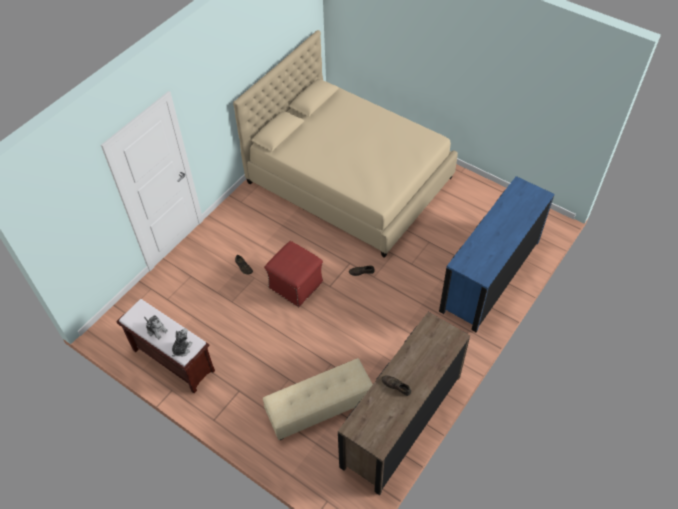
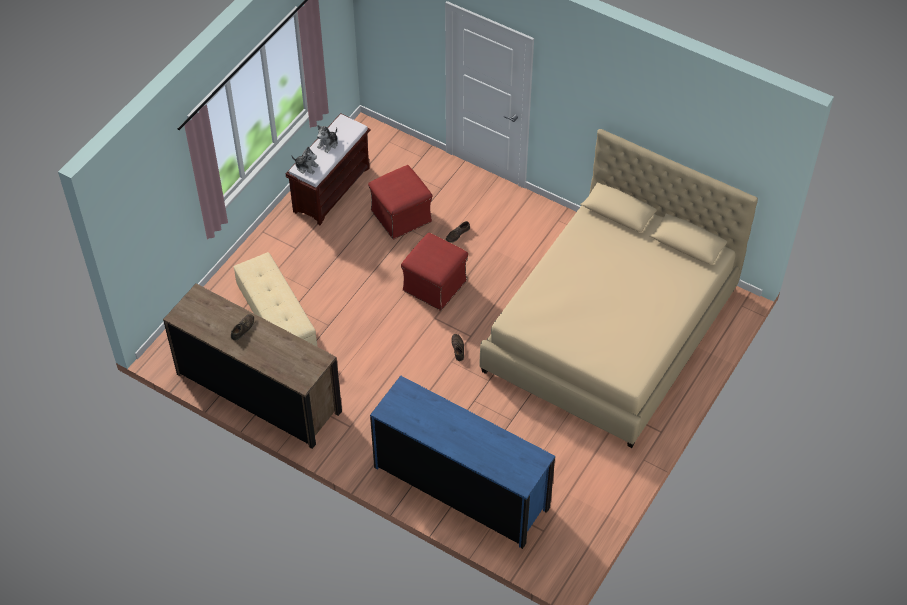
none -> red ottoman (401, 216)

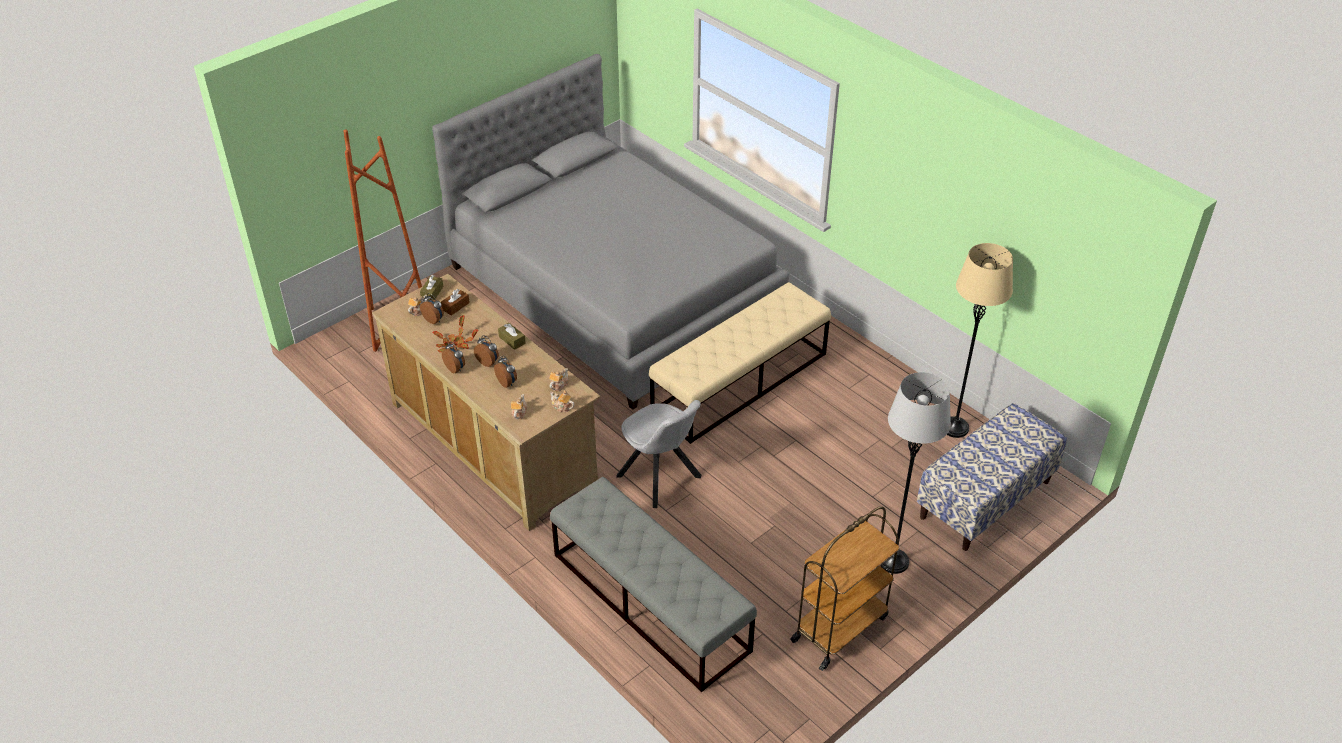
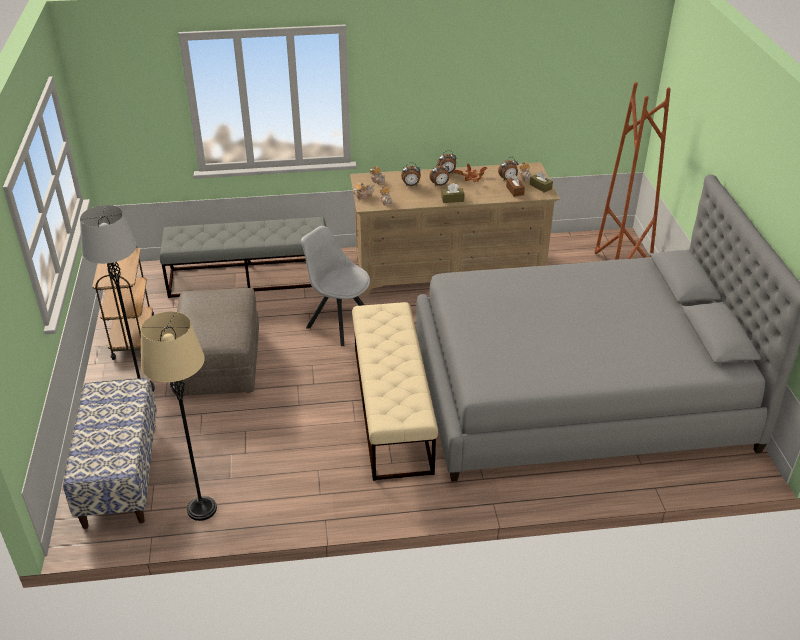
grey chair (660, 477) -> grey chair (339, 323), 45 degrees clockwise
none -> grey ottoman (219, 361)

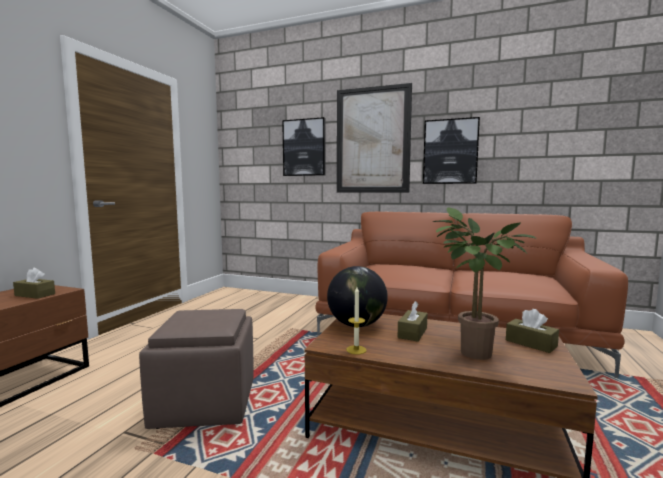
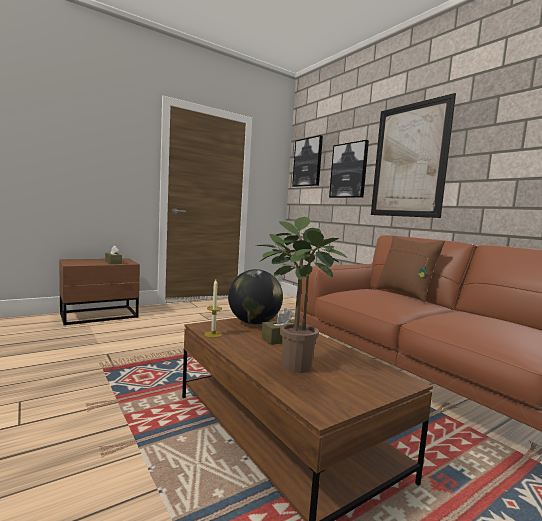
picture (450, 152) -> picture (308, 162), relocated
brown ottoman (205, 403) -> none
brown tissue box (531, 343) -> none
none -> brown pillow (404, 294)

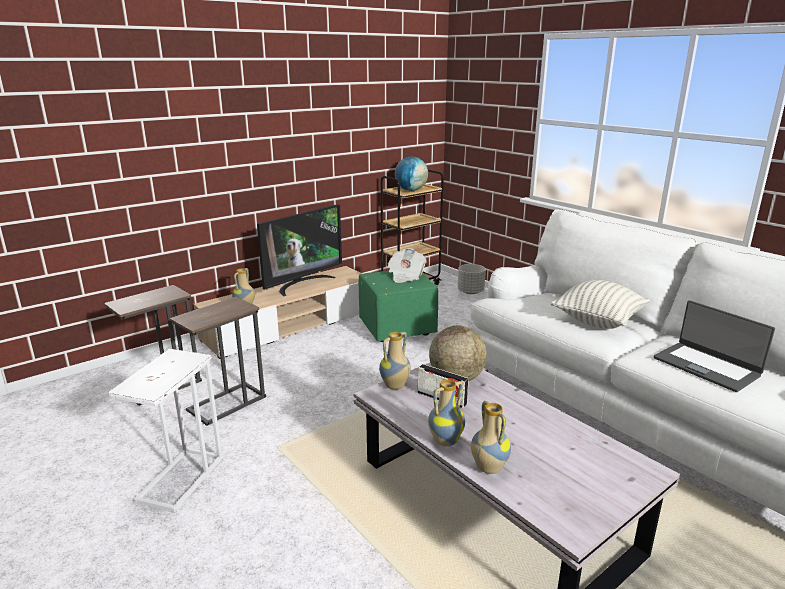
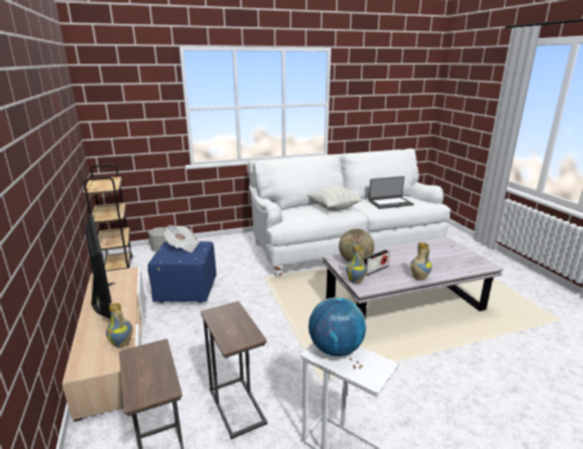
globe (411, 190) -> globe (335, 349), relocated
green ottoman (397, 328) -> blue ottoman (185, 291)
vase (488, 468) -> none

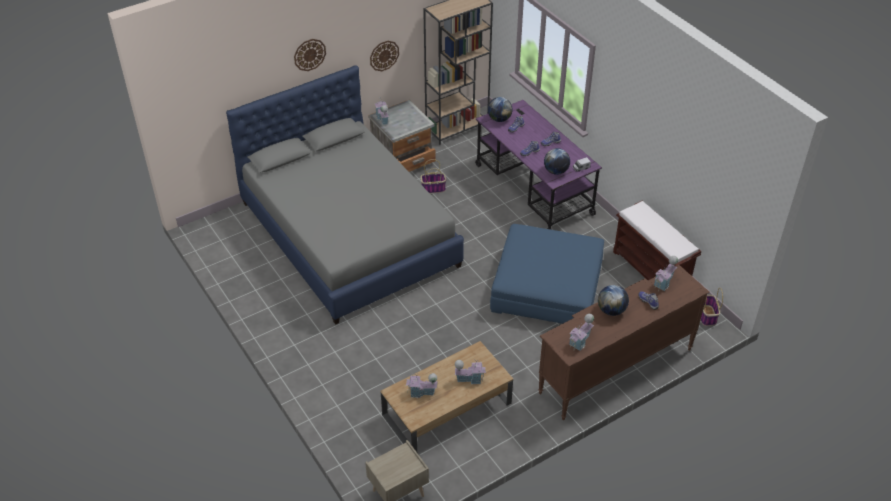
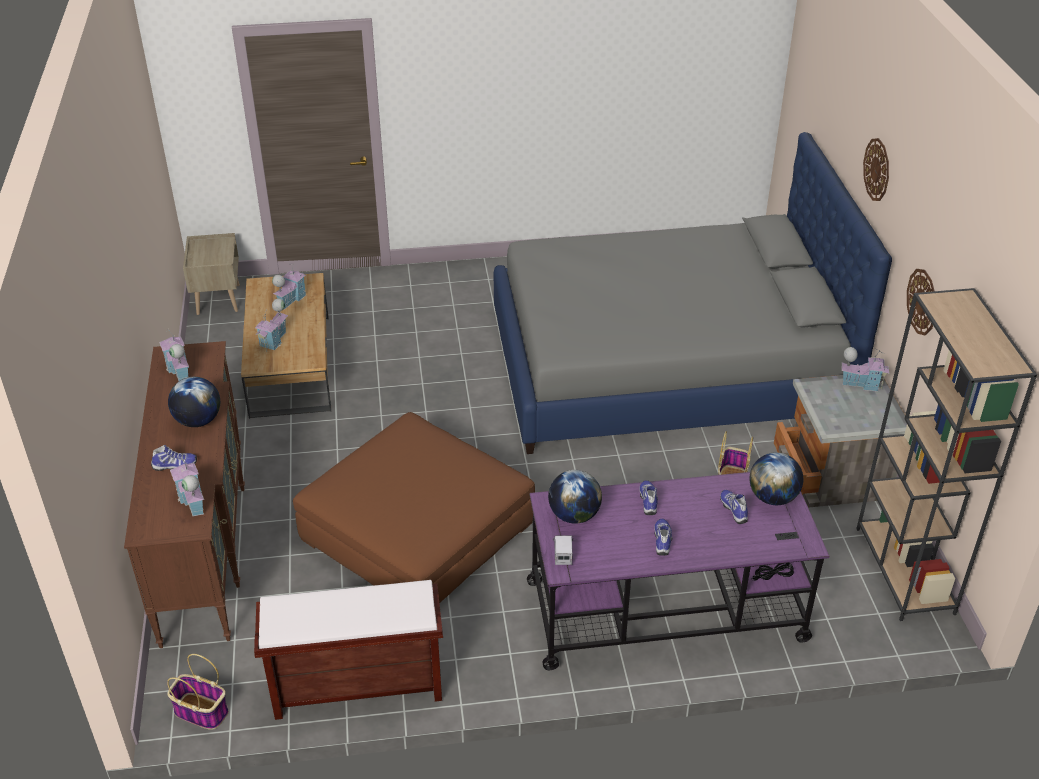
blue ottoman (546, 287) -> brown ottoman (417, 532)

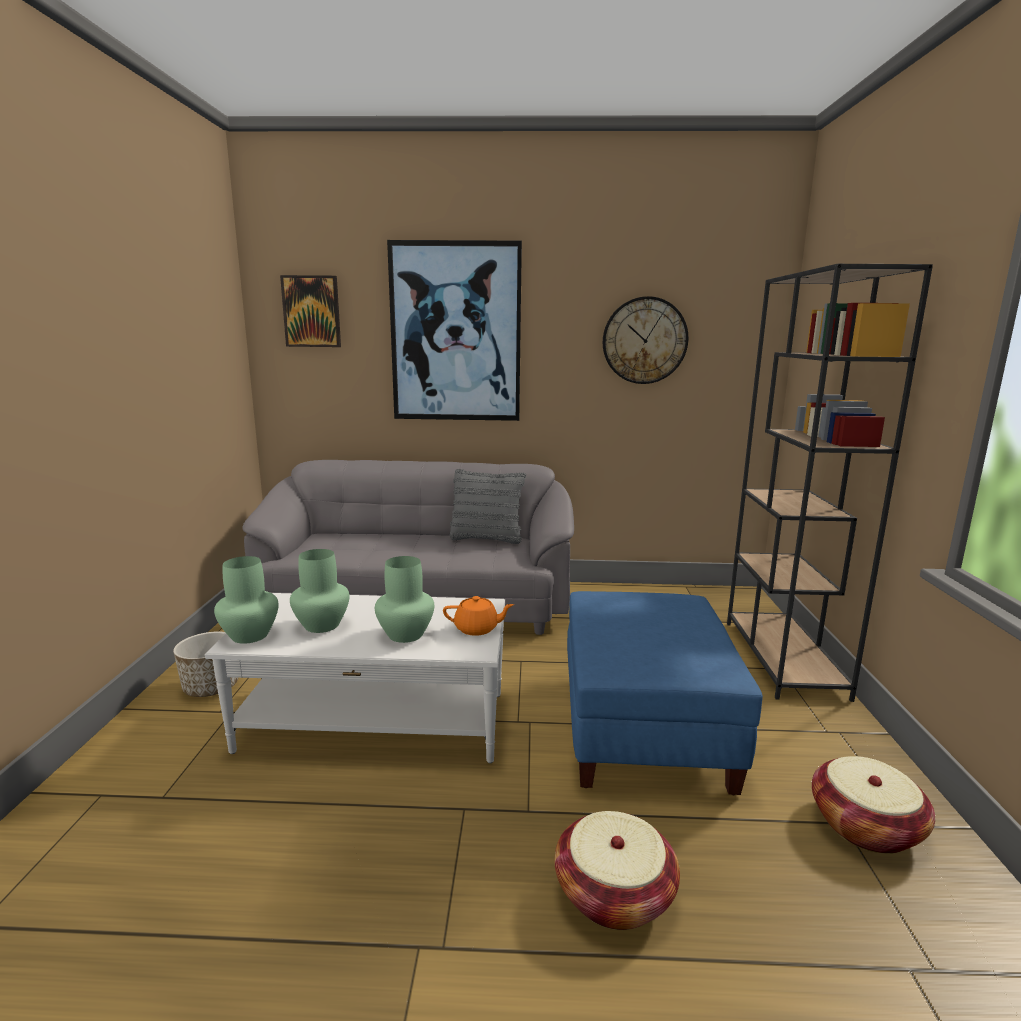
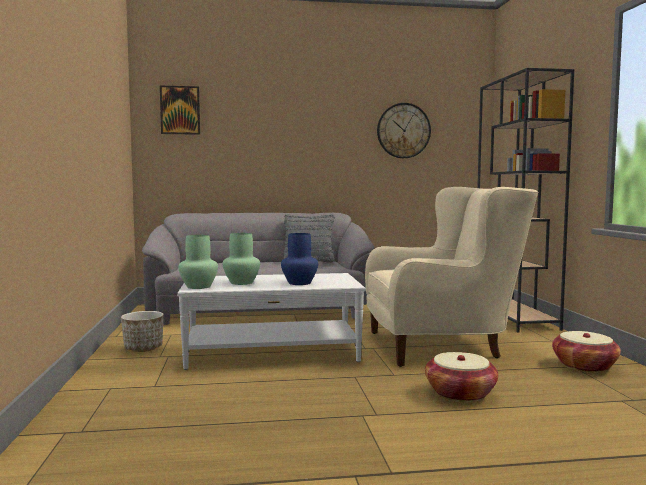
picture (456, 333) -> none
green vase (405, 634) -> blue vase (299, 283)
blue ottoman (644, 729) -> beige armchair (445, 346)
orange teapot (477, 629) -> none

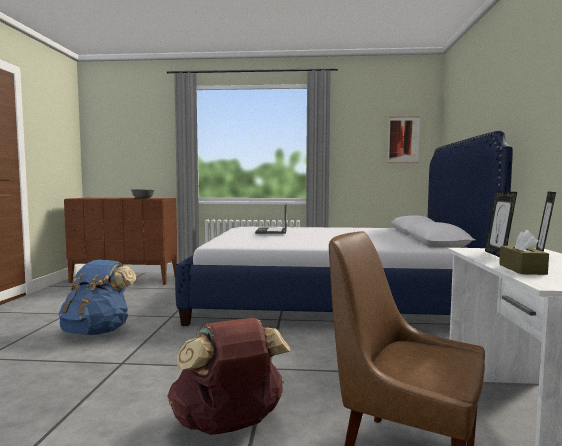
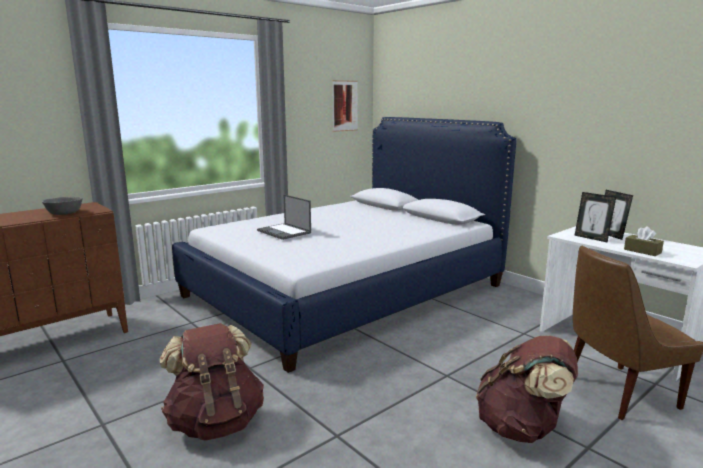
blue backpack (97, 331) -> brown backpack (216, 422)

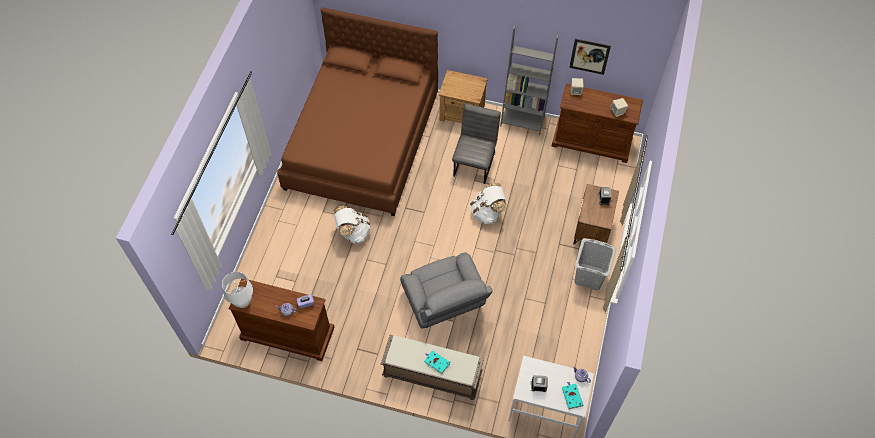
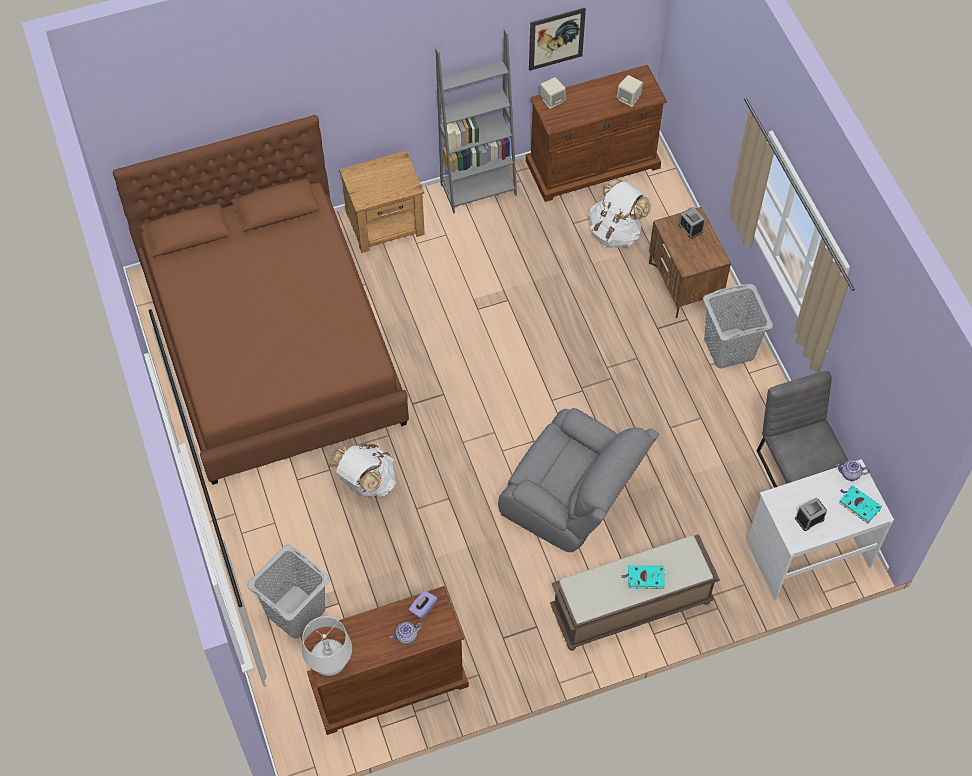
grey chair (475, 163) -> grey chair (796, 468), relocated
white backpack (487, 212) -> white backpack (615, 232), relocated
none -> grey laundry basket (295, 611)

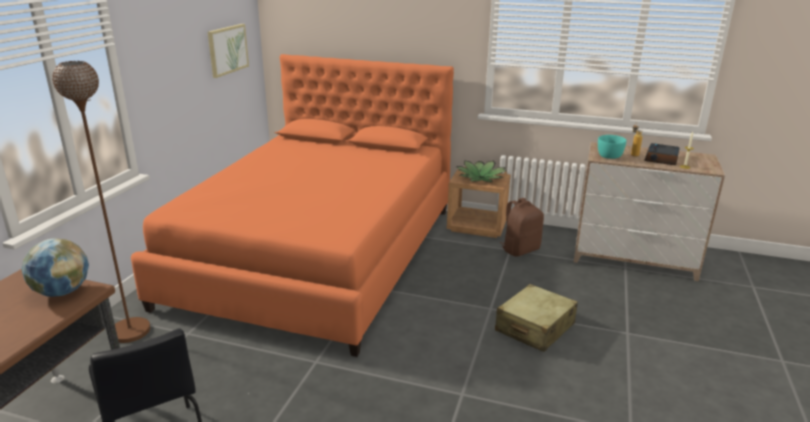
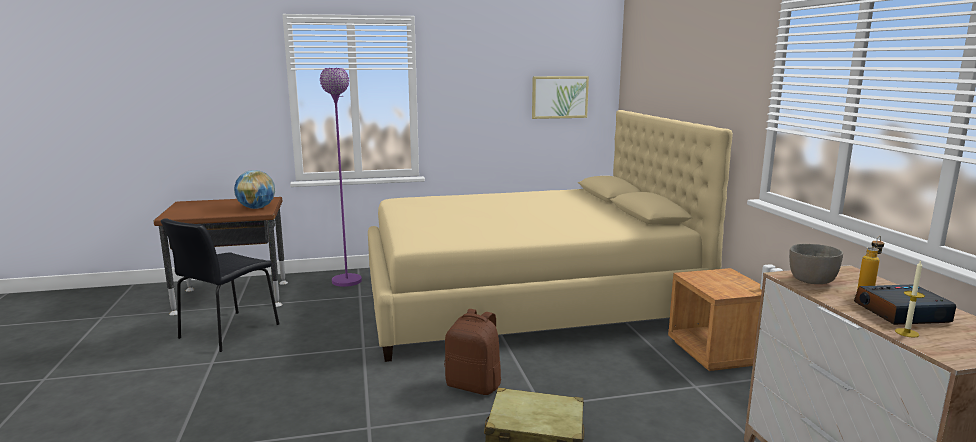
orange bed (319, 254) -> beige bed (525, 300)
brown floor lamp (130, 331) -> purple floor lamp (347, 281)
turquoise bowl (609, 157) -> grey bowl (811, 281)
potted plant (480, 177) -> none
brown backpack (520, 249) -> brown backpack (474, 385), relocated

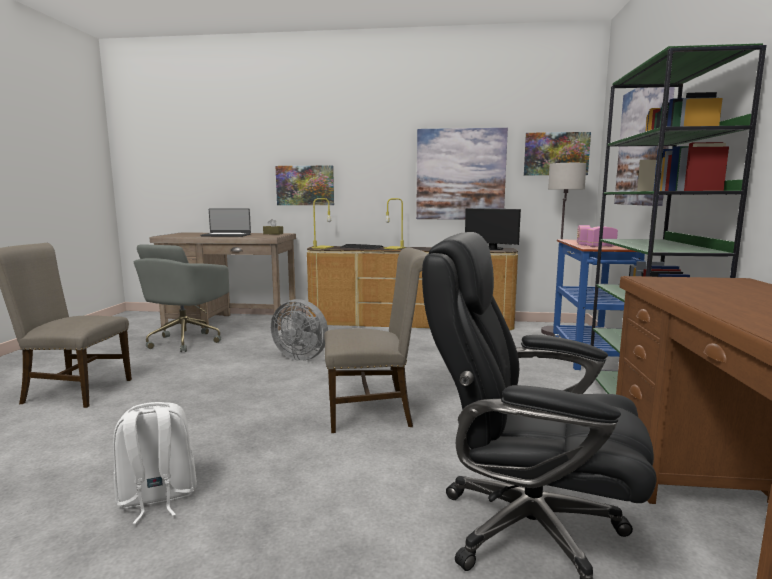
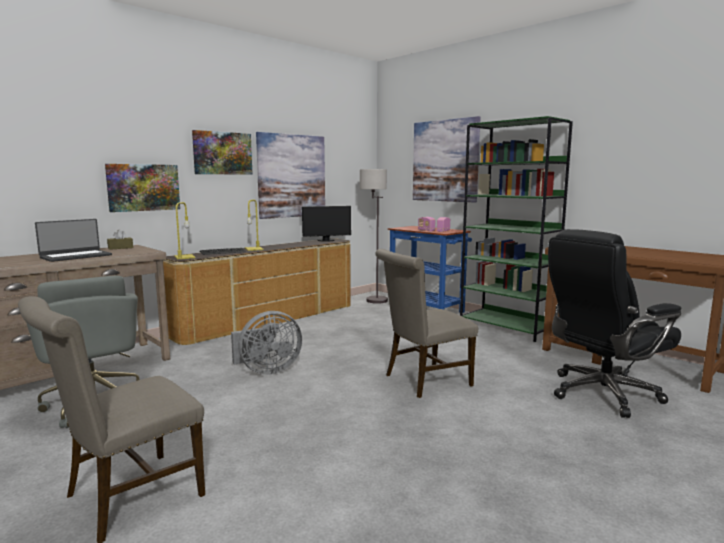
picture (556, 154) -> picture (222, 153), relocated
beige chair (375, 412) -> beige chair (423, 381), 150 degrees counterclockwise
white backpack (157, 498) -> none

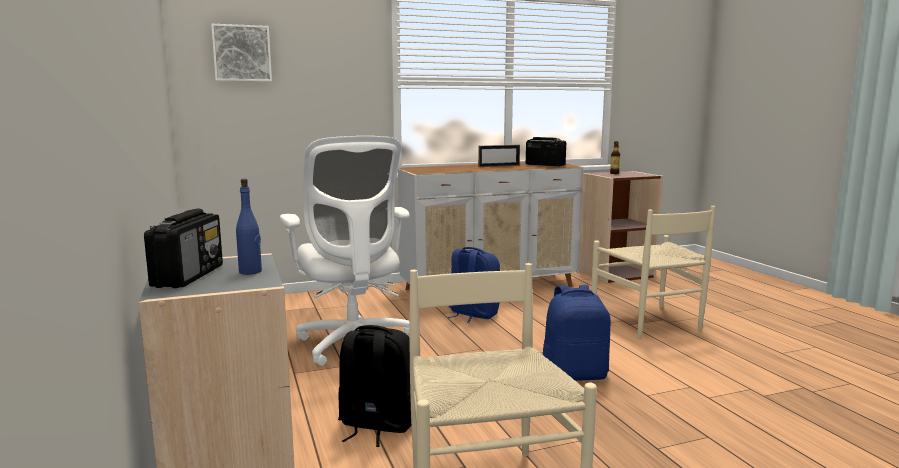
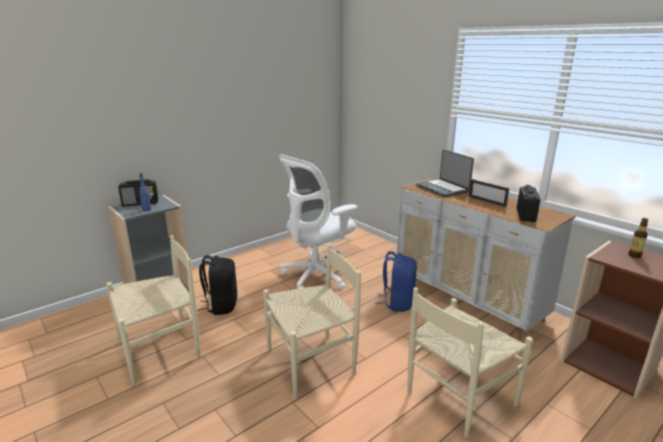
picture (242, 53) -> none
blue backpack (575, 375) -> beige chair (312, 363)
none -> laptop (443, 189)

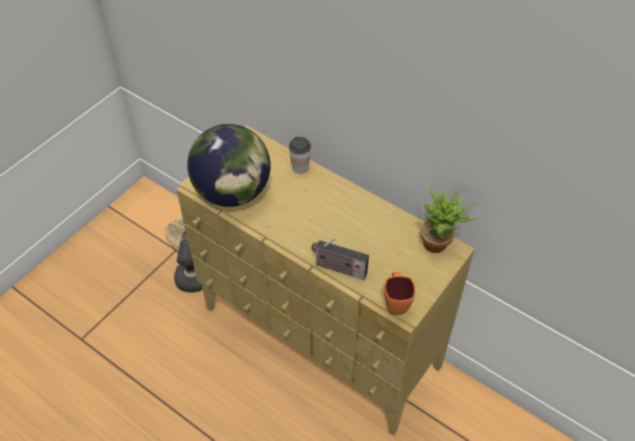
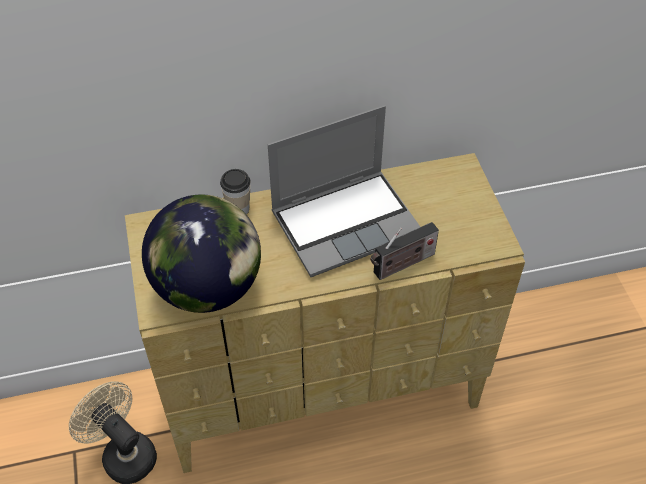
potted plant (440, 243) -> none
orange mug (396, 302) -> none
none -> laptop (346, 222)

